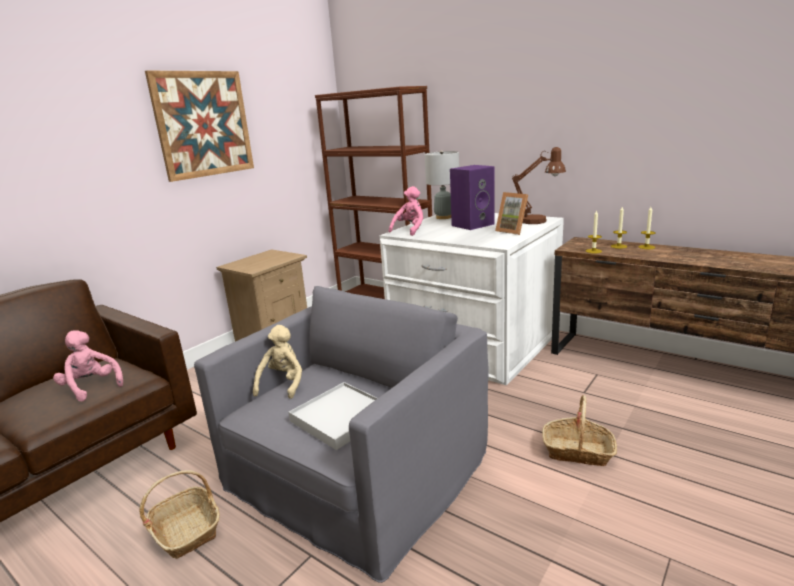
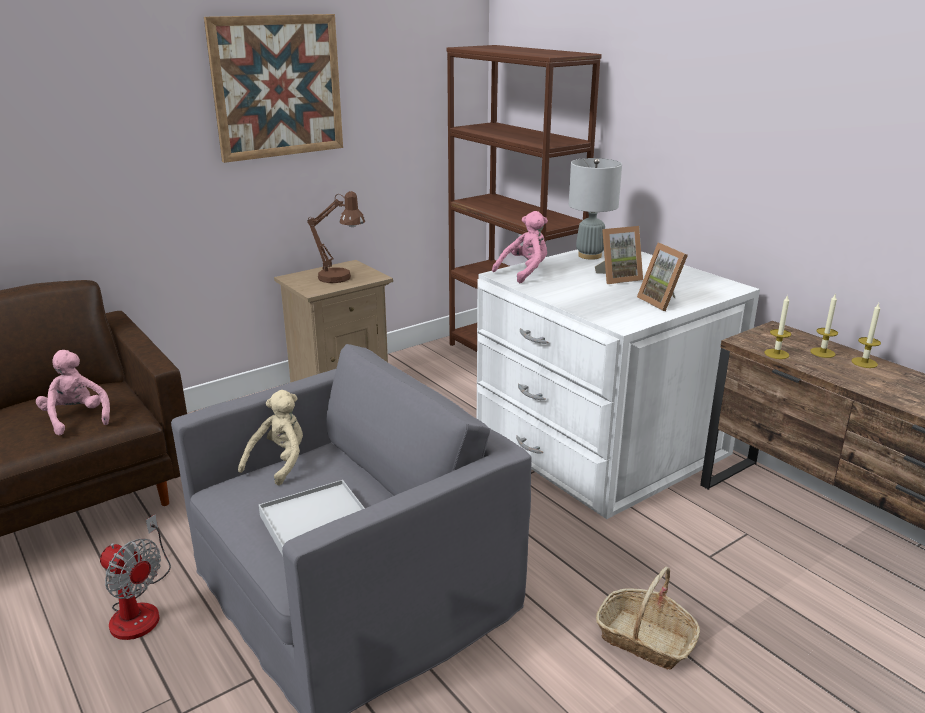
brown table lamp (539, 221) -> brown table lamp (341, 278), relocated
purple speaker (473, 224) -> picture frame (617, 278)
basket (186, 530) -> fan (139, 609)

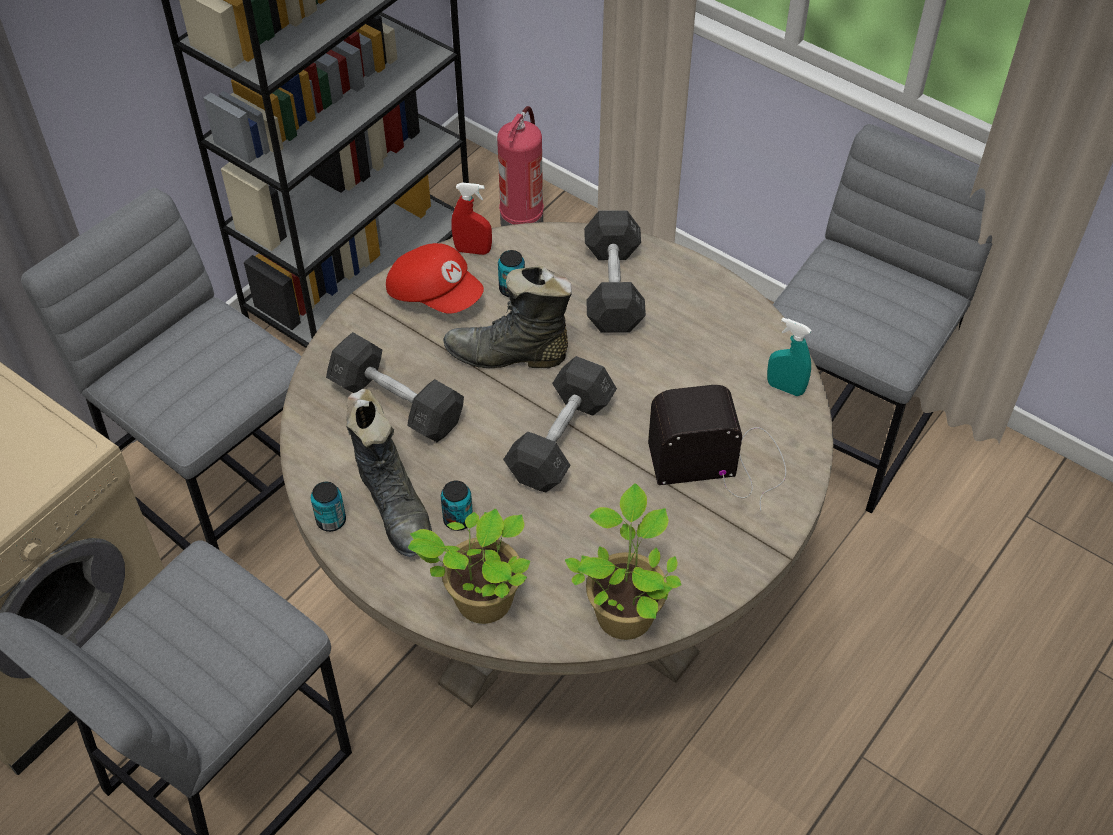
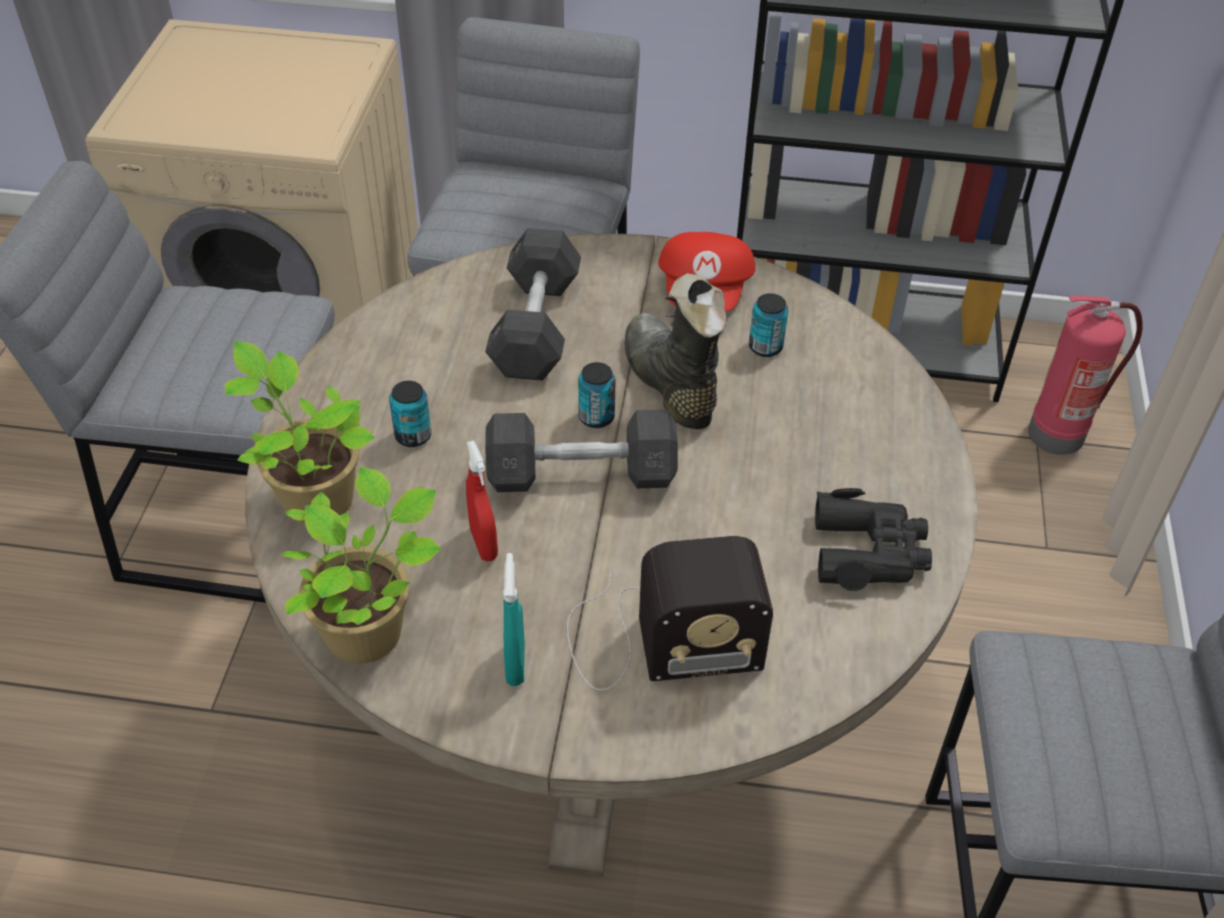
red spray bottle (473, 250) -> red spray bottle (483, 544), relocated
grey dumbbell (613, 287) -> none
turquoise spray bottle (785, 388) -> turquoise spray bottle (515, 664), relocated
radio (722, 461) -> radio (656, 639), 120 degrees clockwise
black boot (395, 506) -> none
can (331, 520) -> can (596, 417), relocated
none -> black binoculars (869, 551)

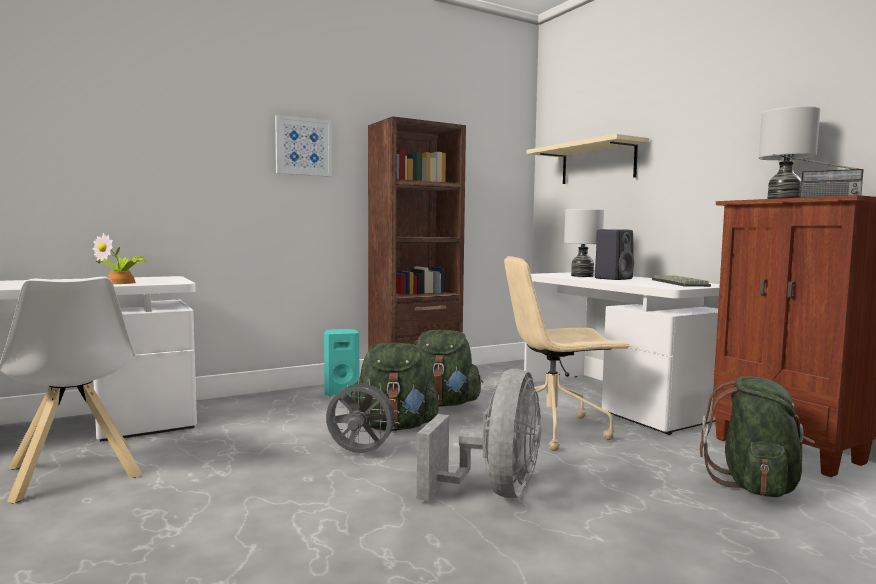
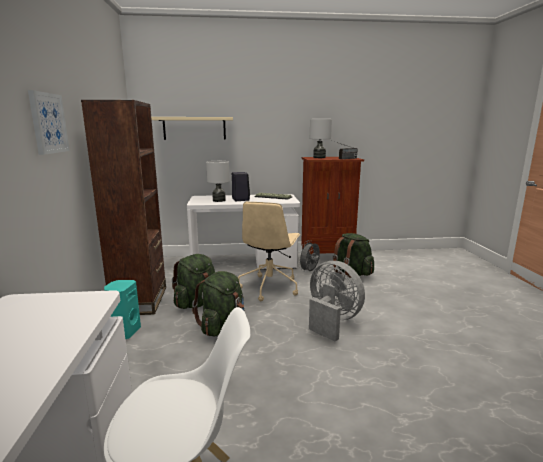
potted plant (123, 283) -> none
grey fan (360, 454) -> grey fan (309, 271), relocated

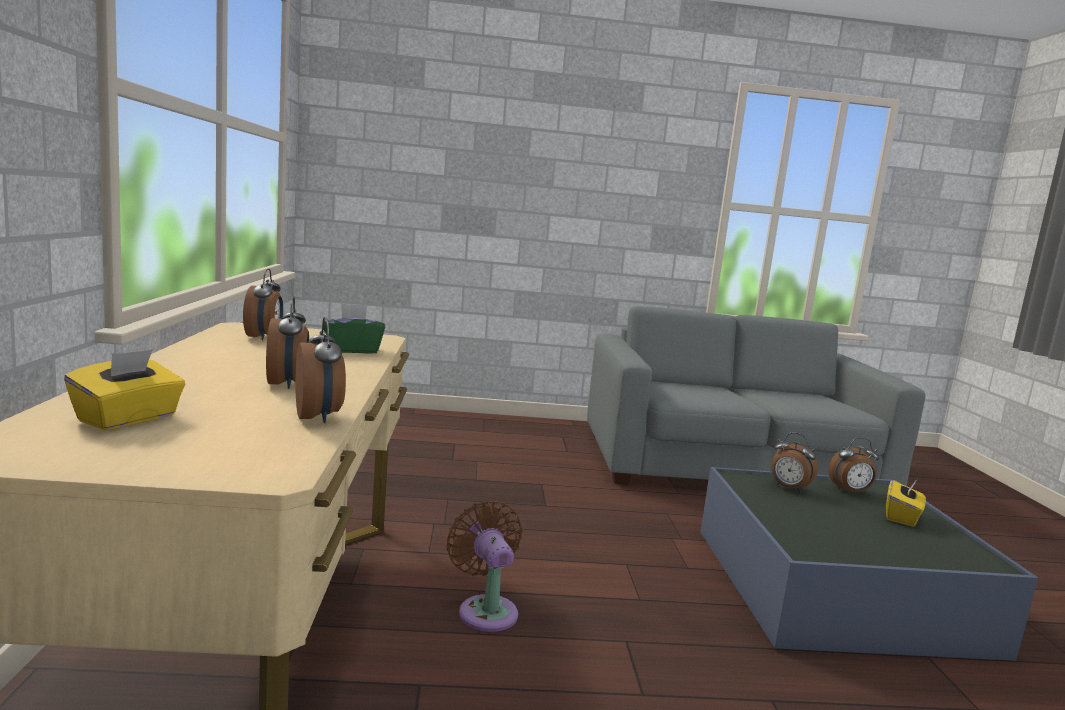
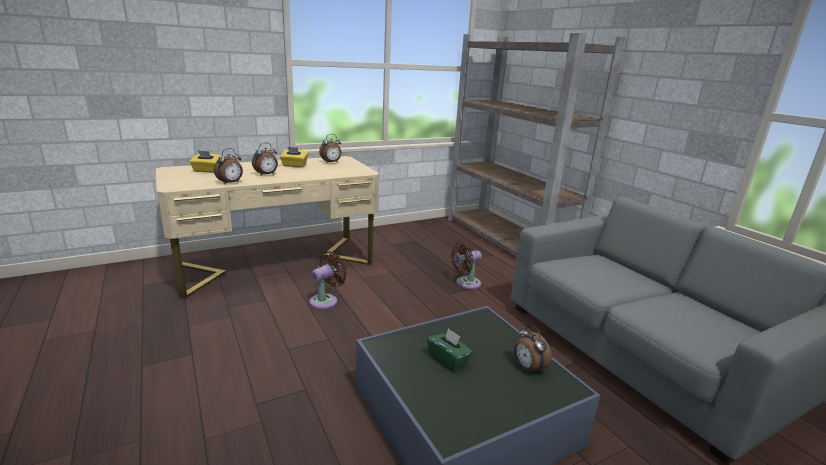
green tissue box (352, 350) -> green tissue box (448, 360), relocated
alarm clock (788, 488) -> none
yellow tissue box (902, 517) -> yellow tissue box (294, 165), relocated
none -> brown bookcase (506, 239)
none -> brown fan (465, 283)

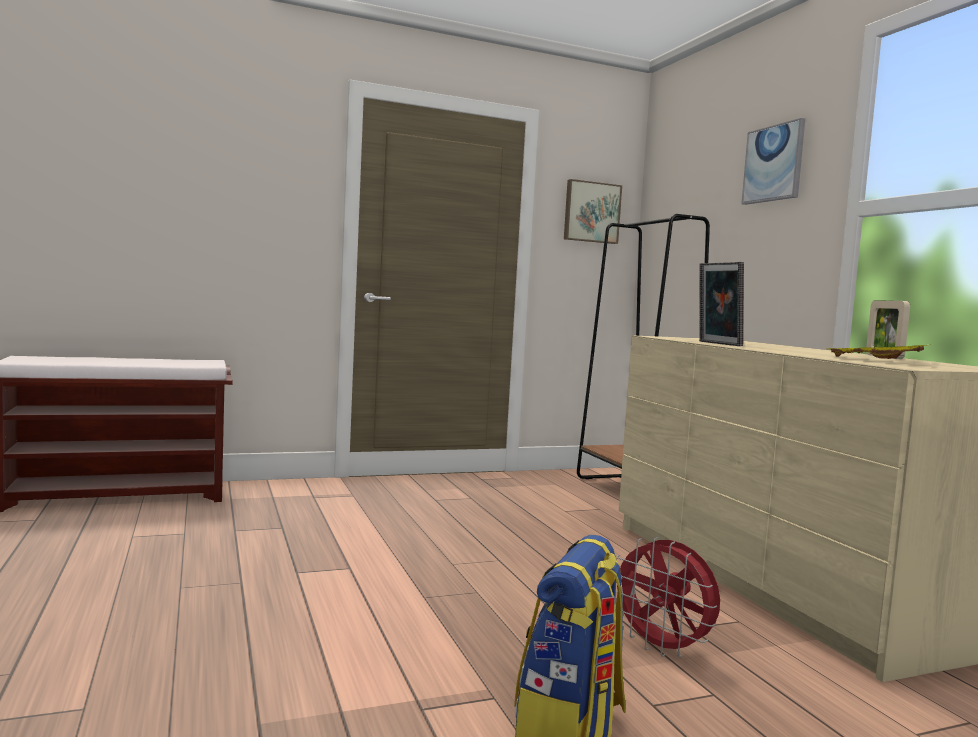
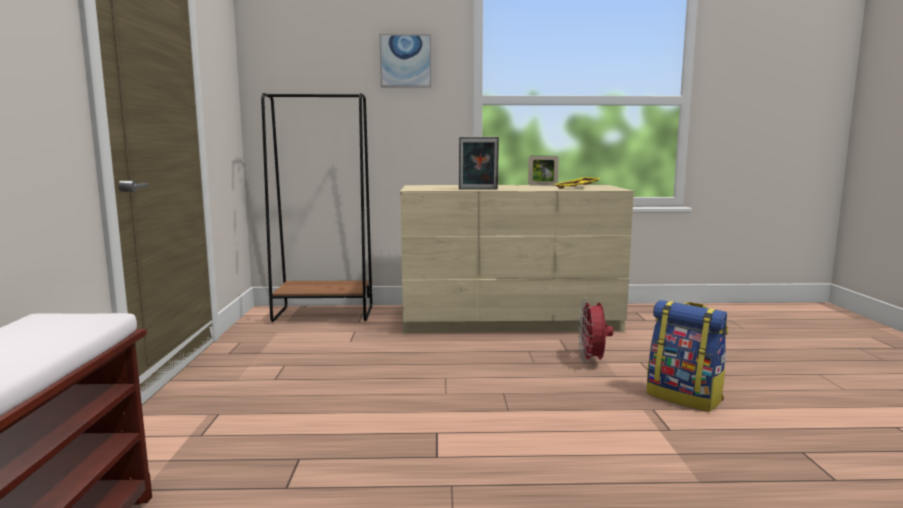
picture (591, 212) -> none
red fan (663, 648) -> red fan (592, 361), 120 degrees clockwise

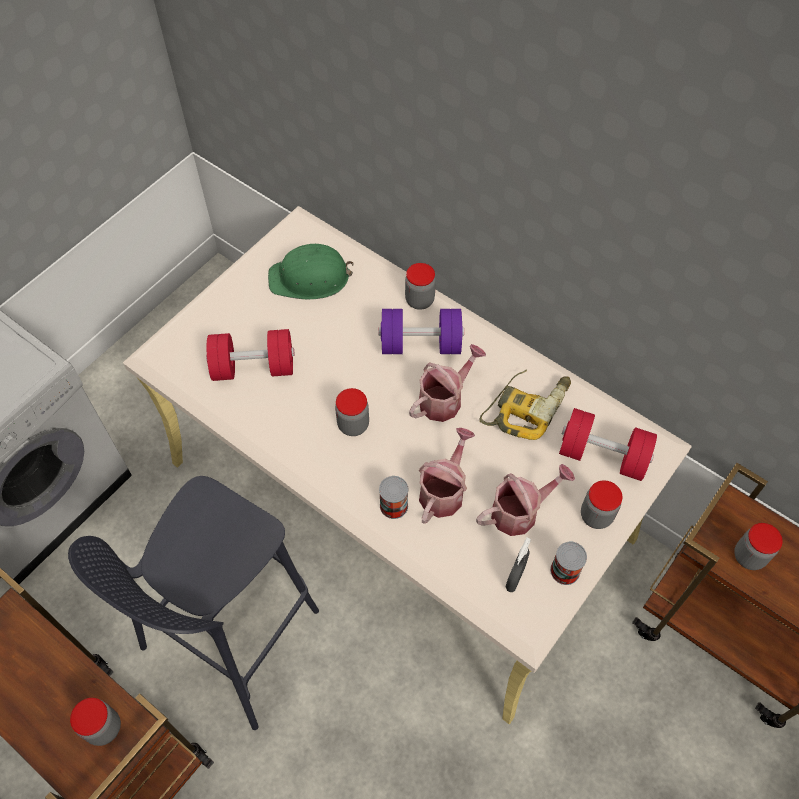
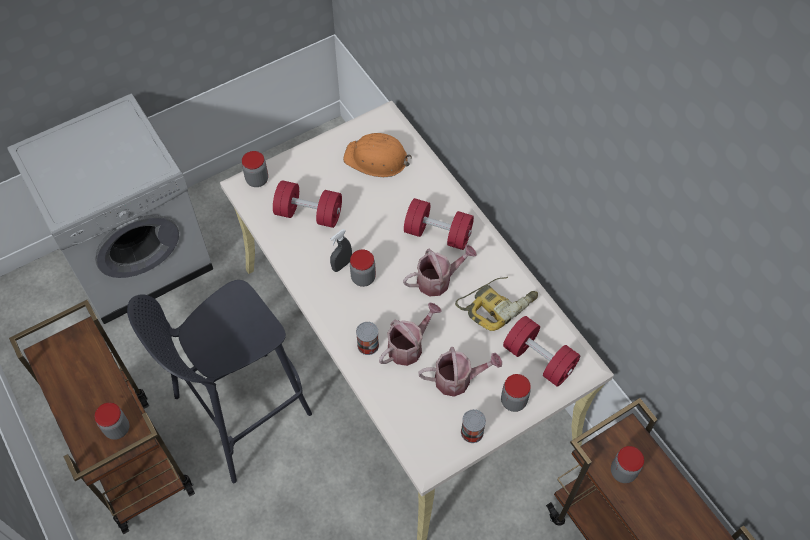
green hard hat (310, 278) -> orange hard hat (377, 159)
jar (419, 300) -> jar (257, 180), relocated
purple dumbbell (420, 344) -> red dumbbell (438, 233)
grey spray bottle (514, 578) -> grey spray bottle (342, 265), relocated

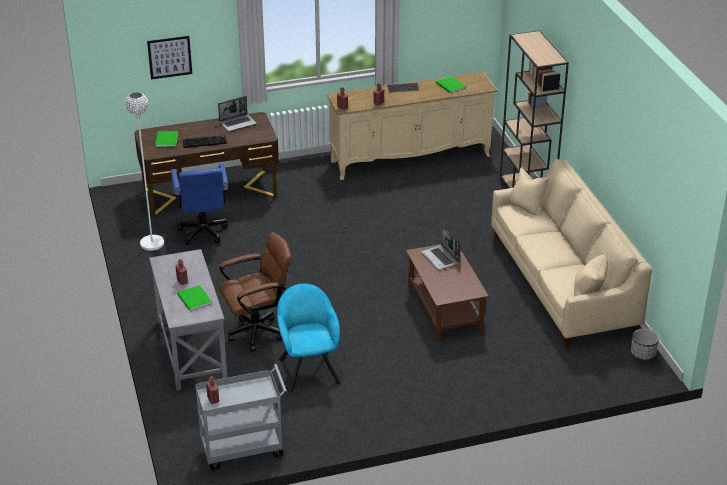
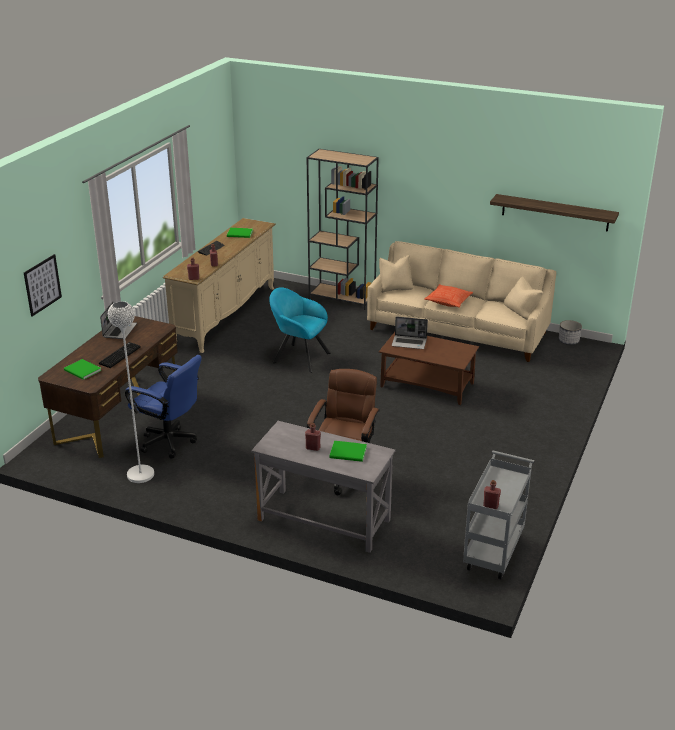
turquoise armchair (308, 368) -> turquoise armchair (298, 357), relocated
none -> shelf (555, 212)
none -> orange pillow (448, 302)

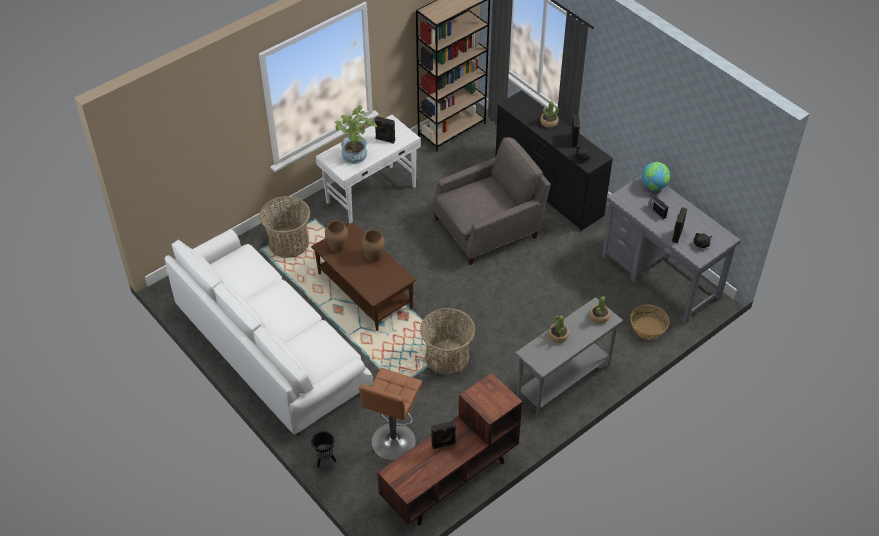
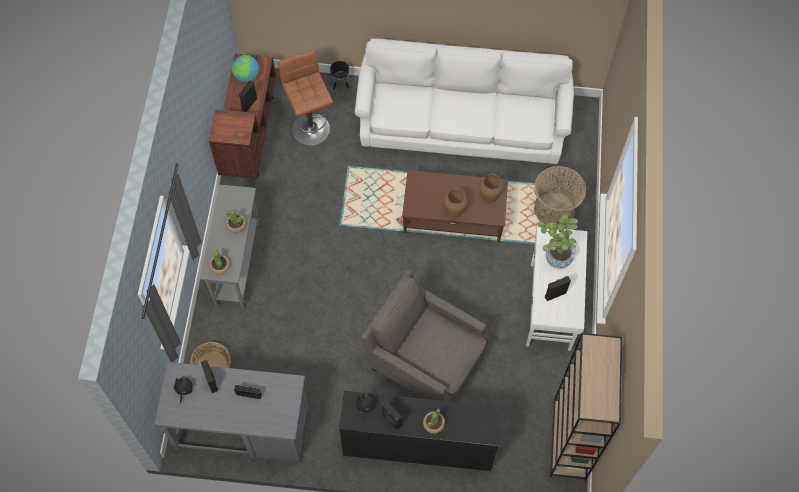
grey armchair (488, 227) -> grey armchair (426, 357), 105 degrees clockwise
globe (653, 186) -> globe (246, 76), relocated
basket (447, 357) -> none

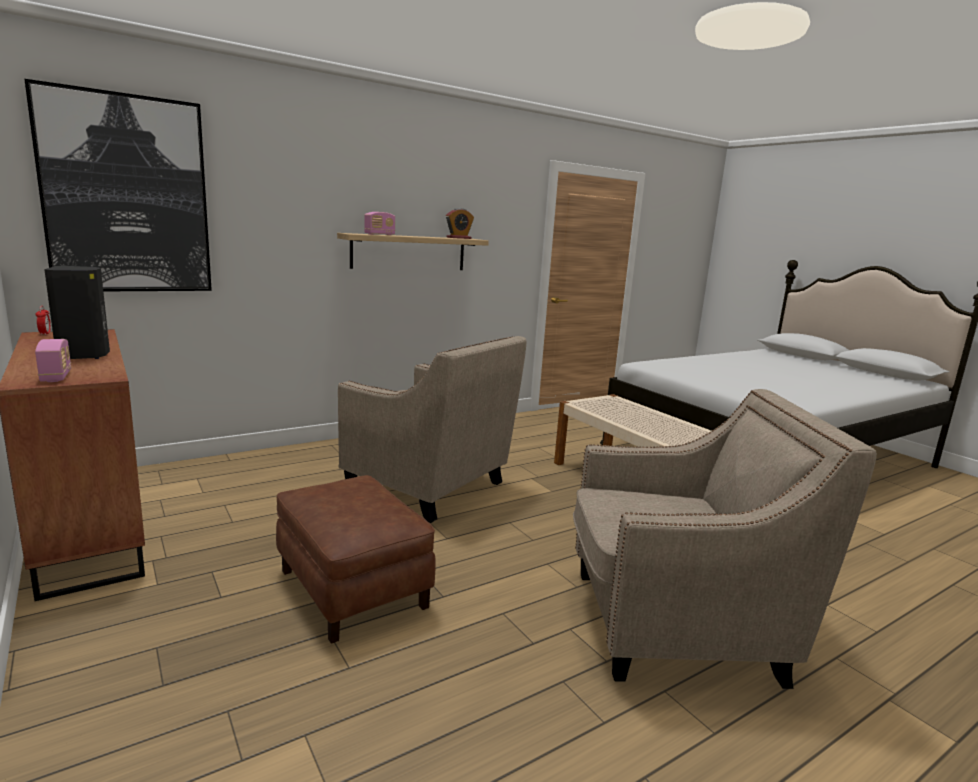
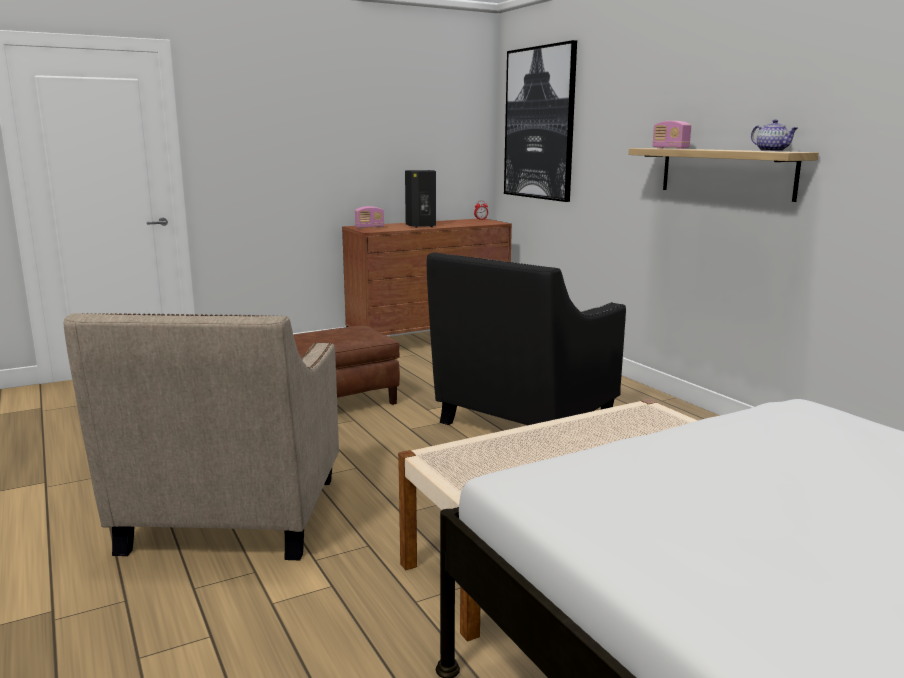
alarm clock (459, 238) -> teapot (772, 151)
beige armchair (427, 486) -> black armchair (525, 421)

